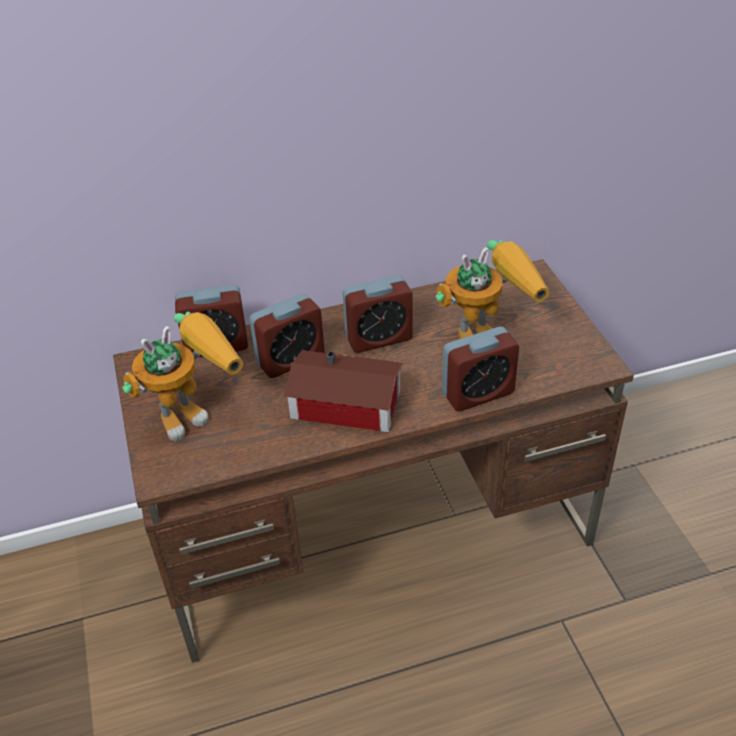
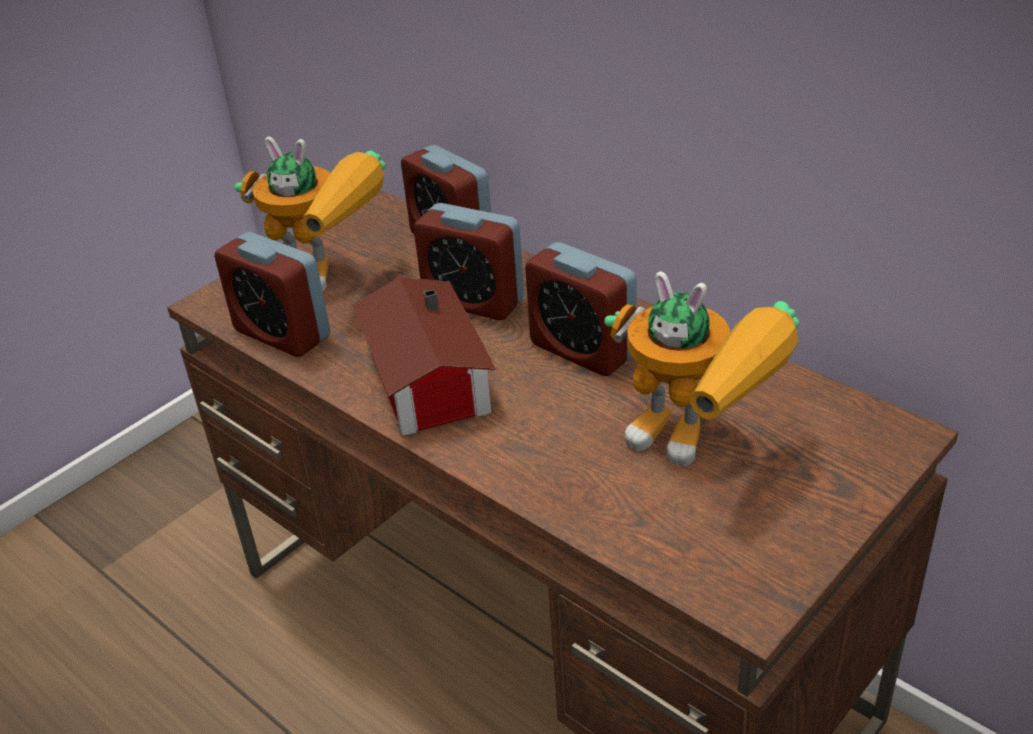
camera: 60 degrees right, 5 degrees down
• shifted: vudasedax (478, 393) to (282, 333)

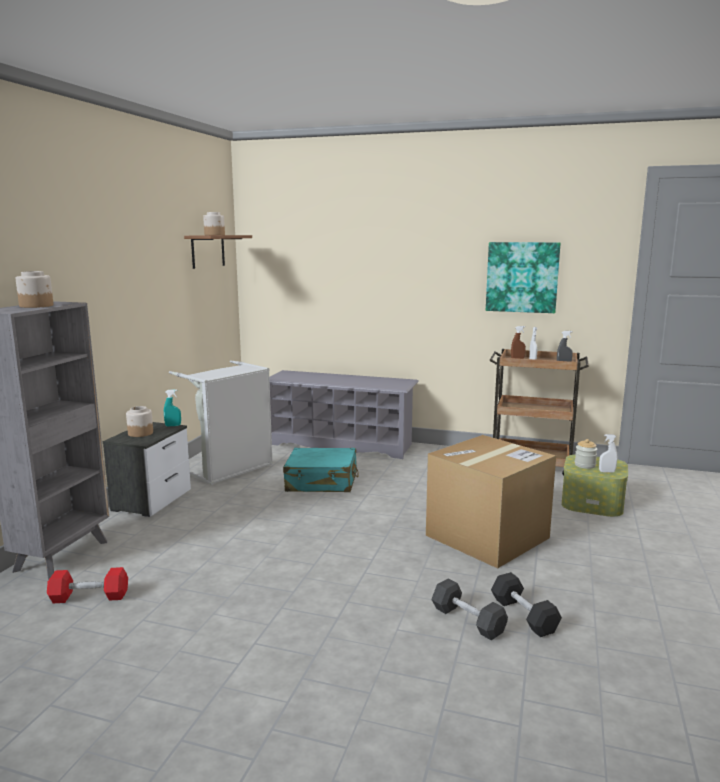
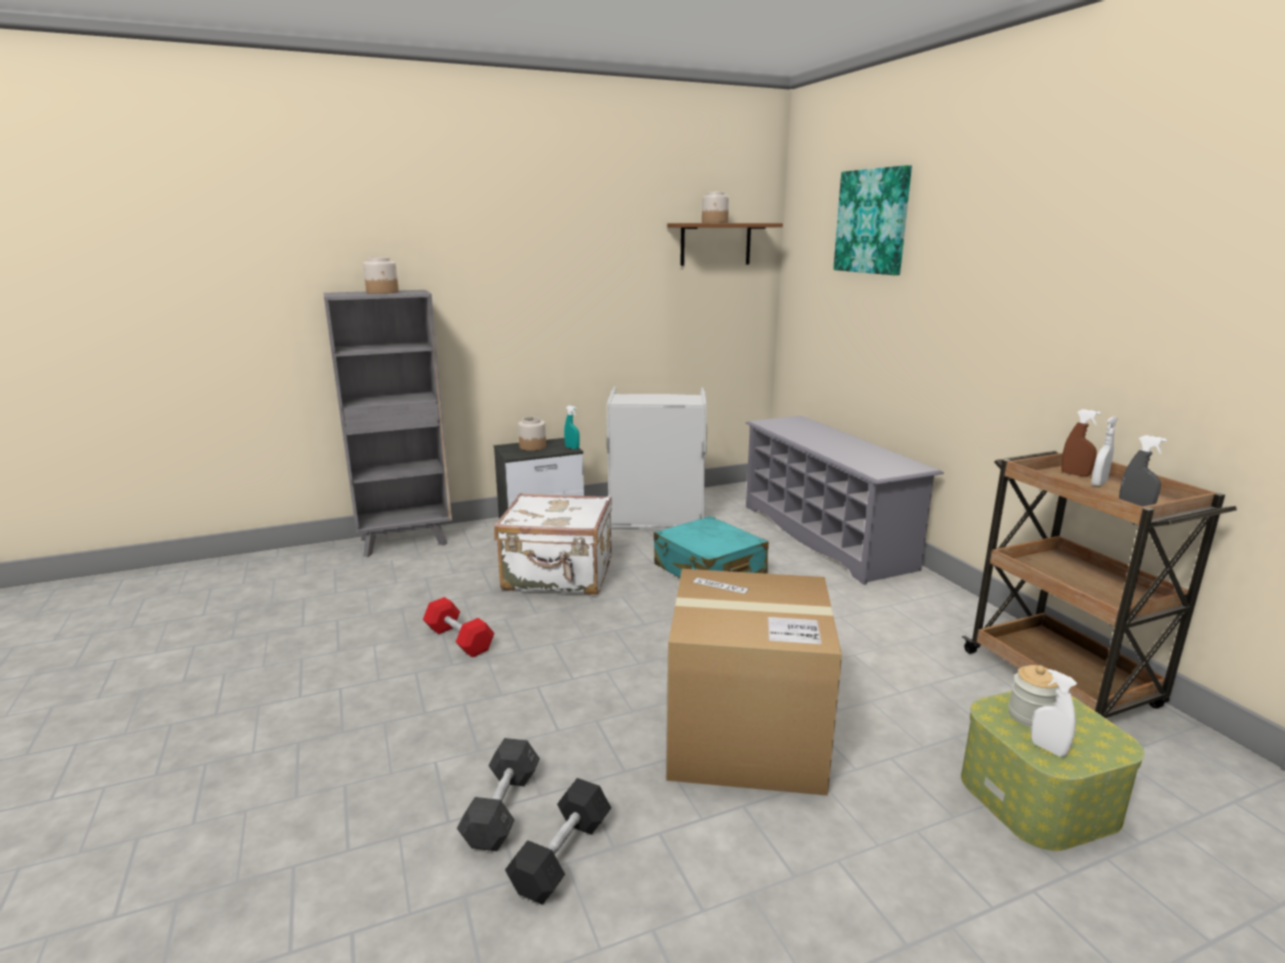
camera: 50 degrees right, 5 degrees up
• new: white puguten (558, 576)
• shifted: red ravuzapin (89, 597) to (459, 639)
• shifted: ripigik (522, 277) to (872, 221)

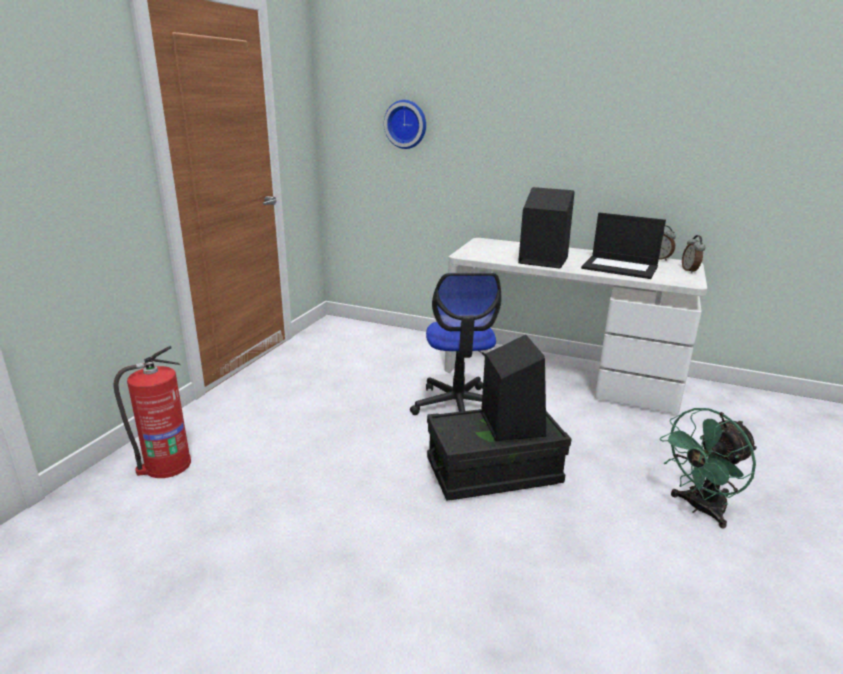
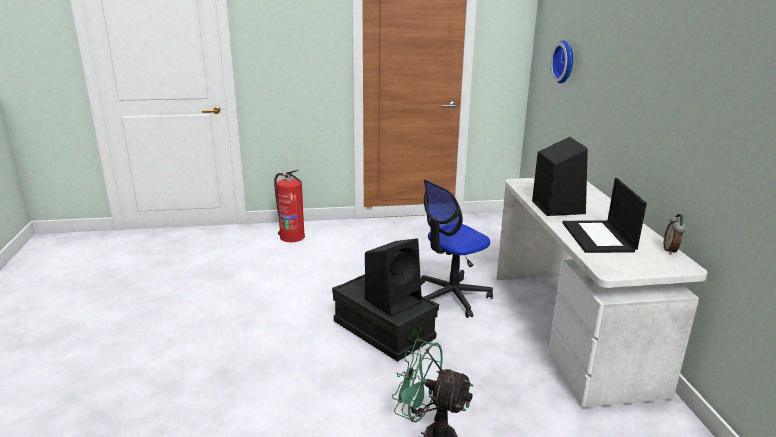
camera: 60 degrees right, 0 degrees up
• gone: vudasedax (690, 270)

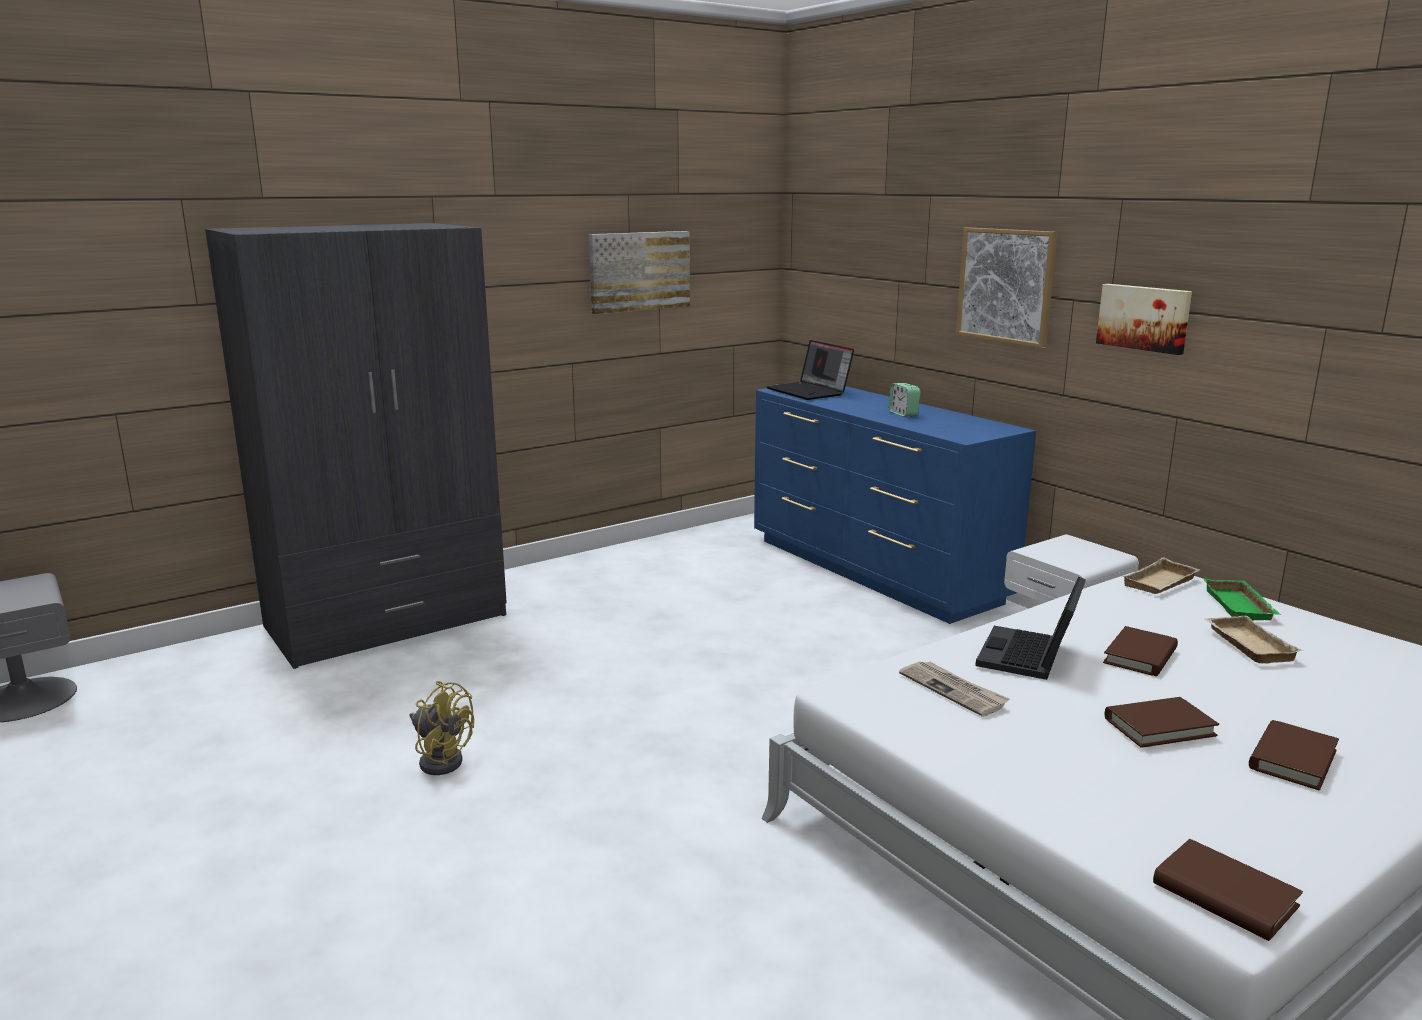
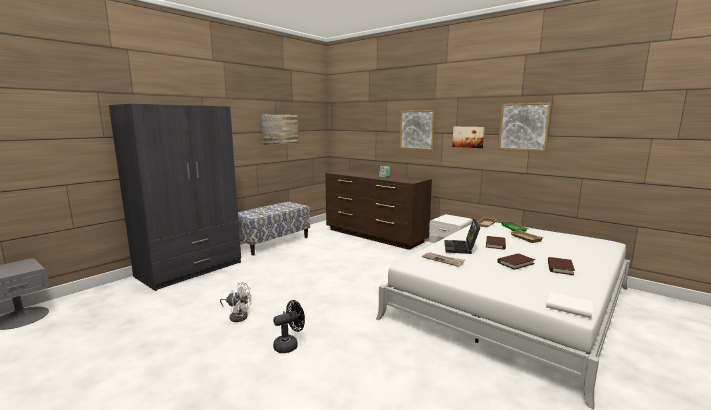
camera: 15 degrees left, 5 degrees down
• gone: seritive (810, 392)
• new: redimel (272, 242)
• new: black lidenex (289, 345)
• new: ripigik (524, 126)
• repainted: yellow lidenex (441, 759) to white lidenex (237, 316)
• repainted: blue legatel (875, 571) to brown legatel (375, 235)
• repainted: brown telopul (1224, 895) to white telopul (569, 307)

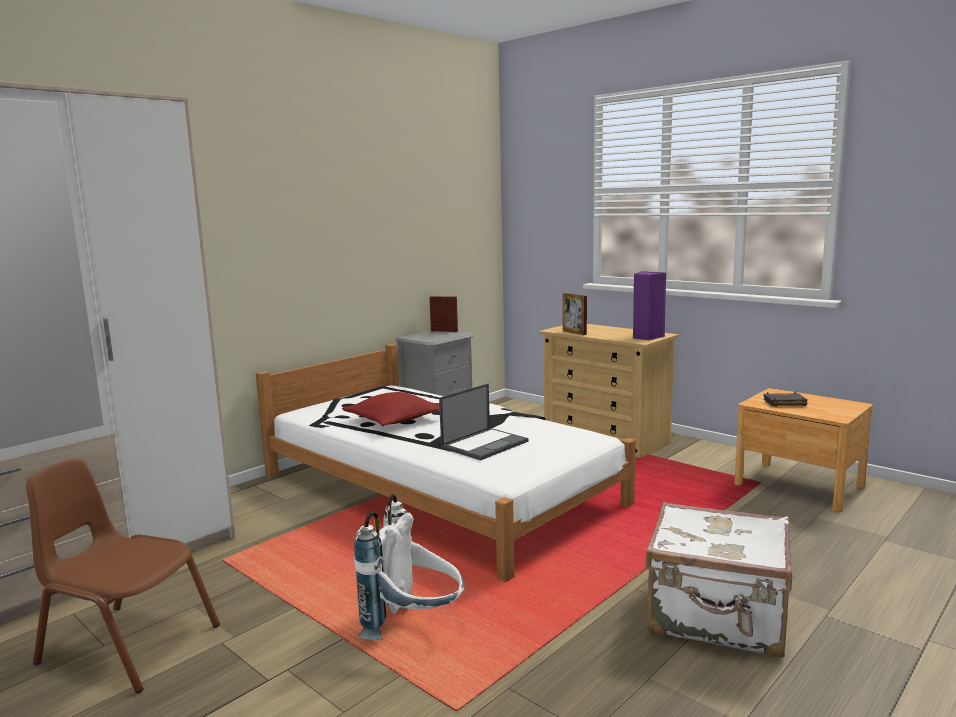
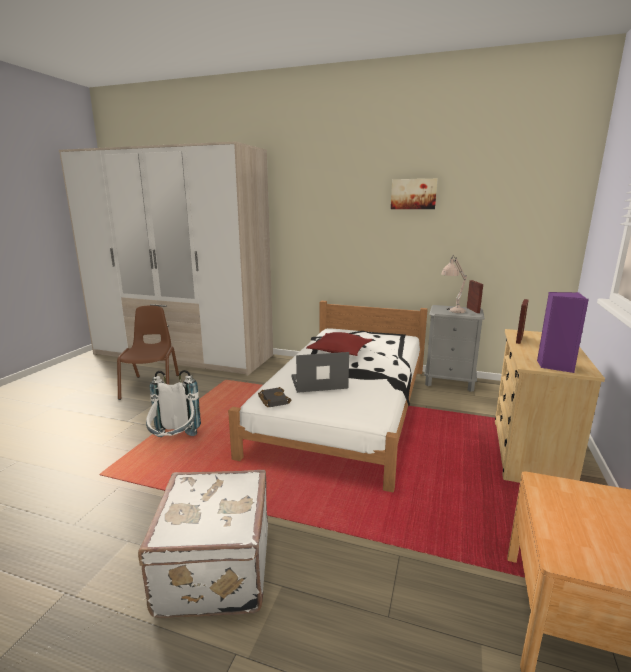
camera: 65 degrees right, 5 degrees up
• new: ripigik (413, 194)
• new: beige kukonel (451, 312)
• shifted: black telopul (784, 403) to (272, 400)
• rotated: seritive (485, 444) = (318, 382) 150 degrees clockwise

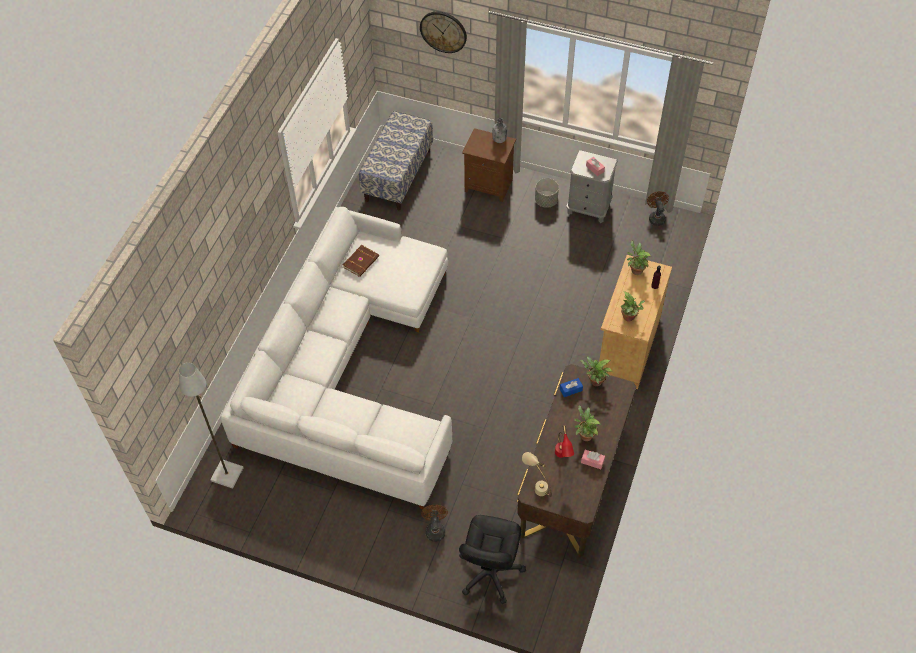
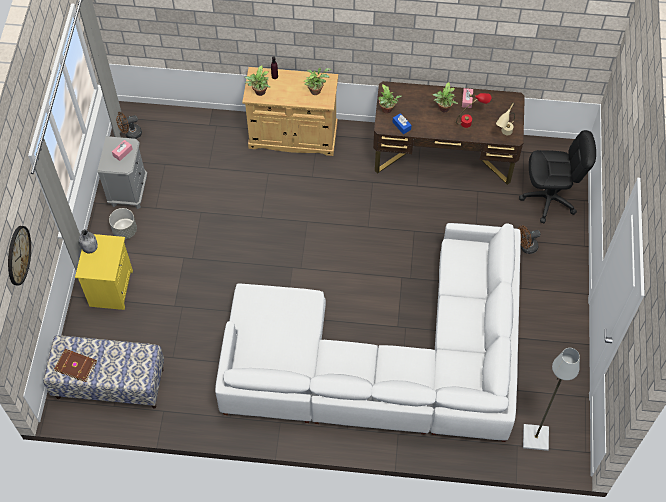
camera: 105 degrees left, 5 degrees up
• shifted: brown telopul (361, 262) to (76, 365)
• repainted: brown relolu (489, 185) to yellow relolu (110, 287)

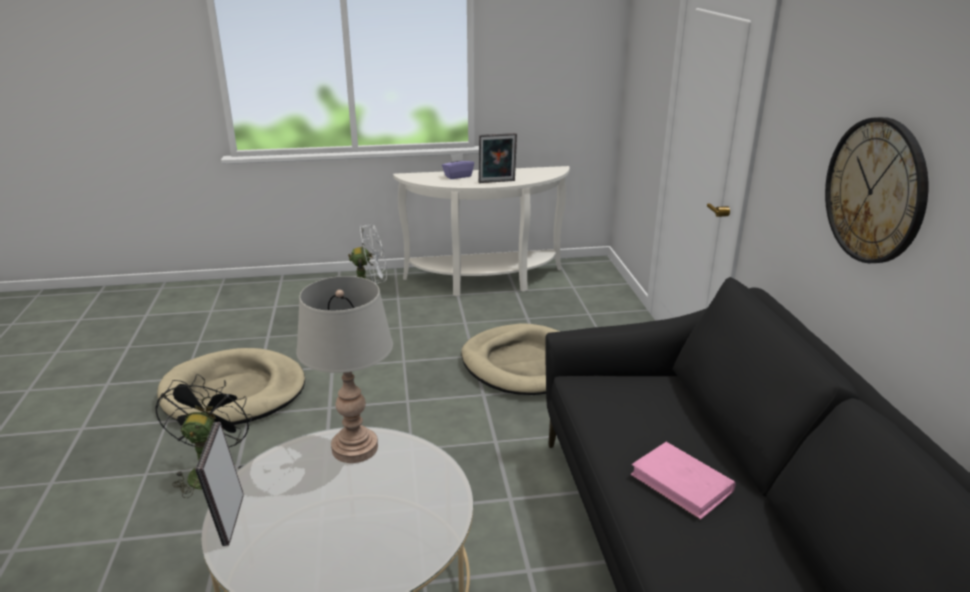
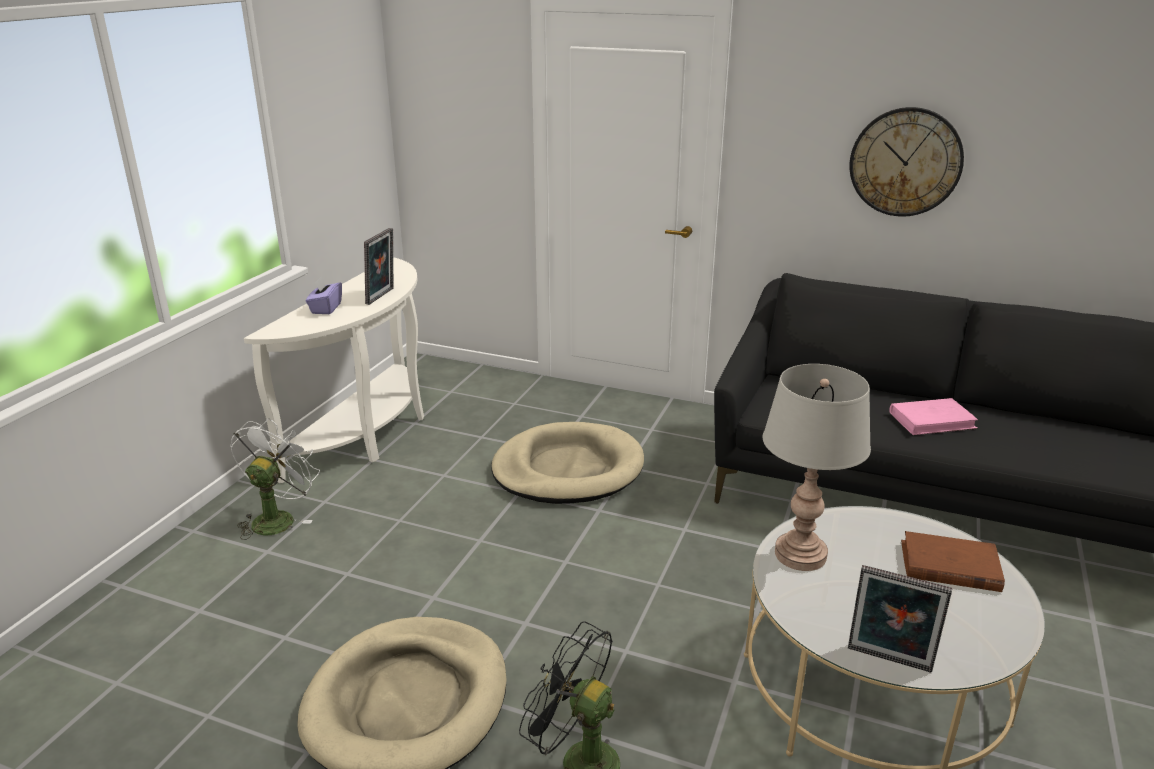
camera: 60 degrees left, 0 degrees up
• new: brown telopul (949, 566)

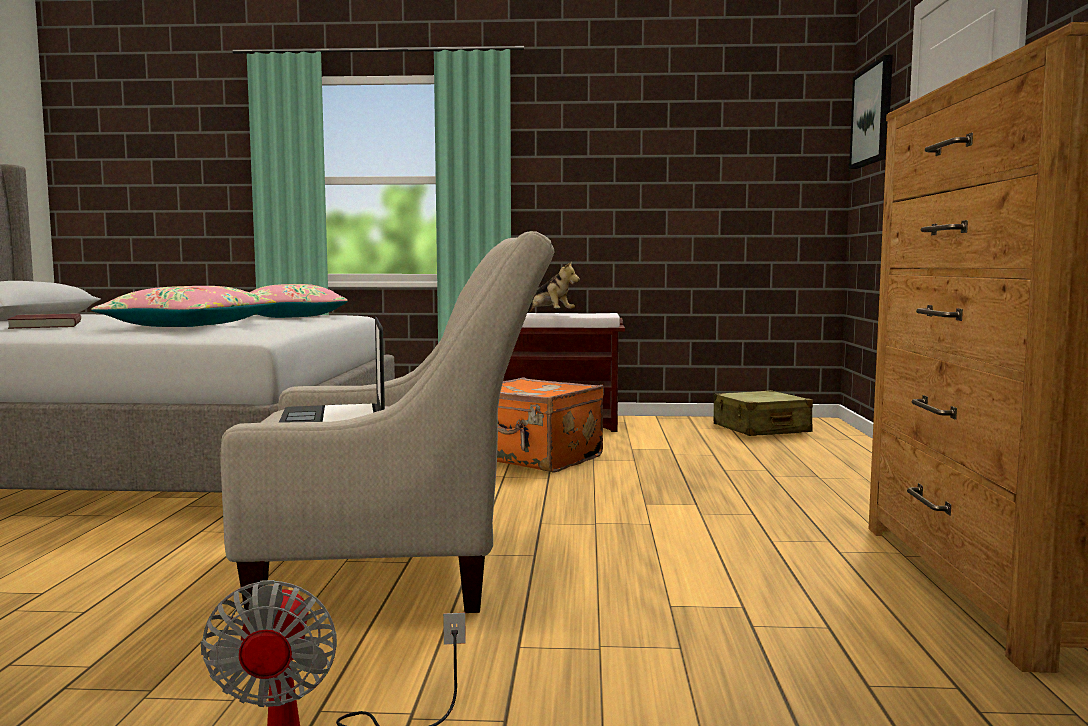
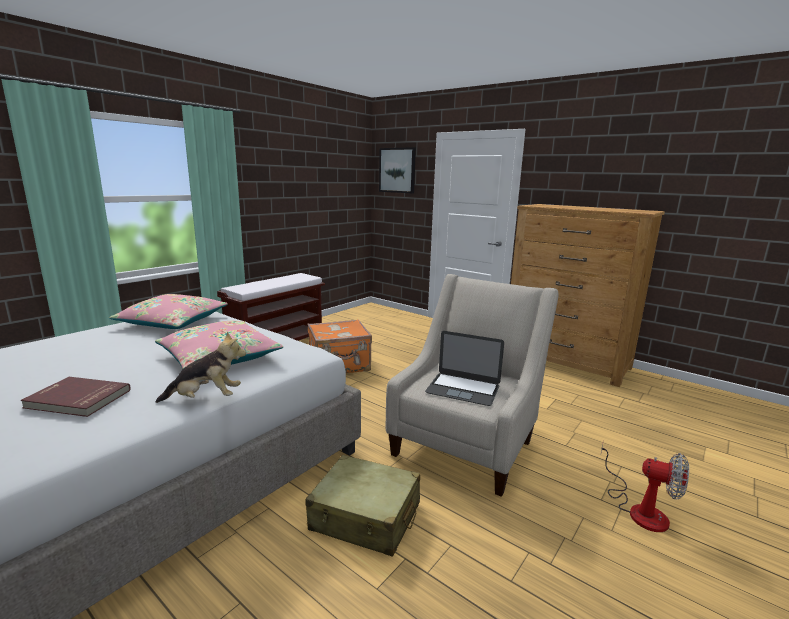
camera: 55 degrees left, 10 degrees up
• shifted: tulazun (550, 315) to (206, 398)
• shifted: beige puguten (760, 429) to (365, 517)

